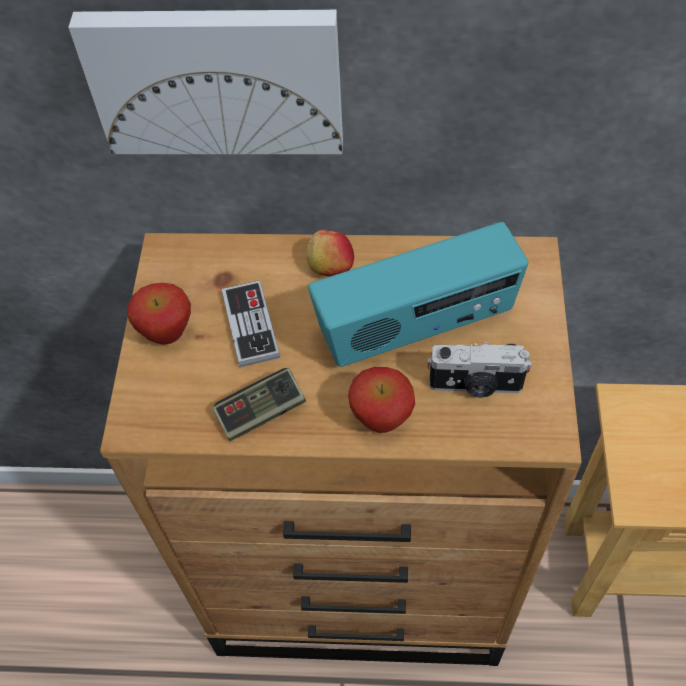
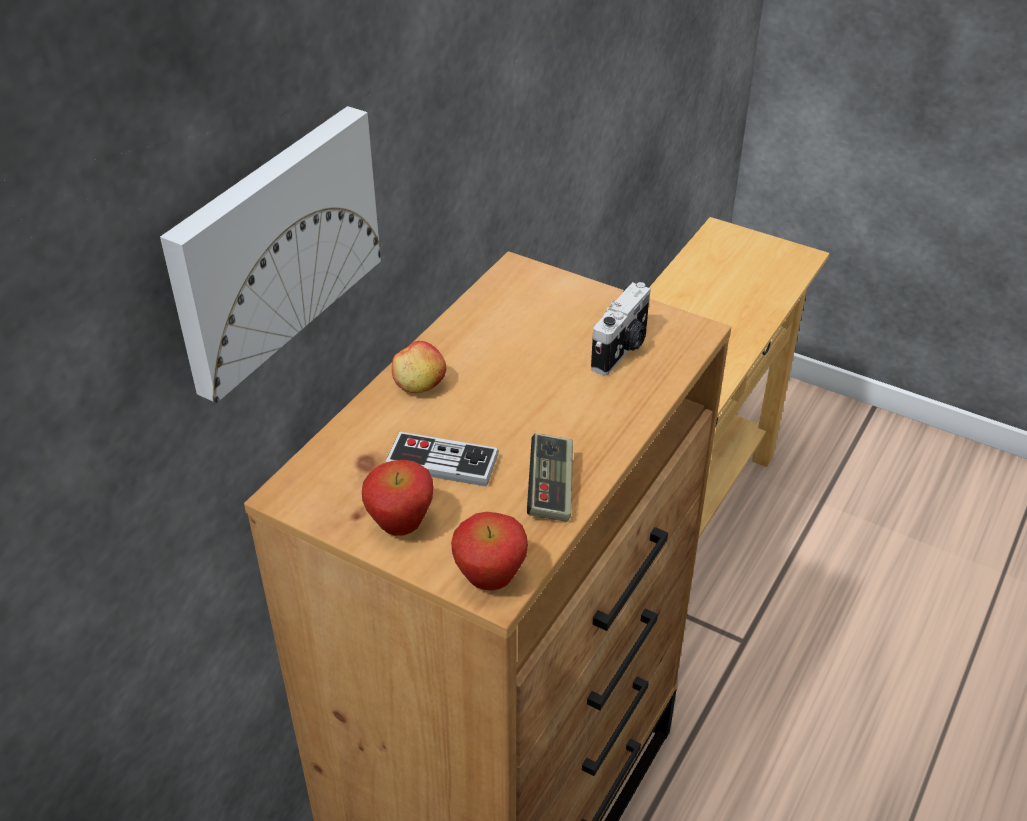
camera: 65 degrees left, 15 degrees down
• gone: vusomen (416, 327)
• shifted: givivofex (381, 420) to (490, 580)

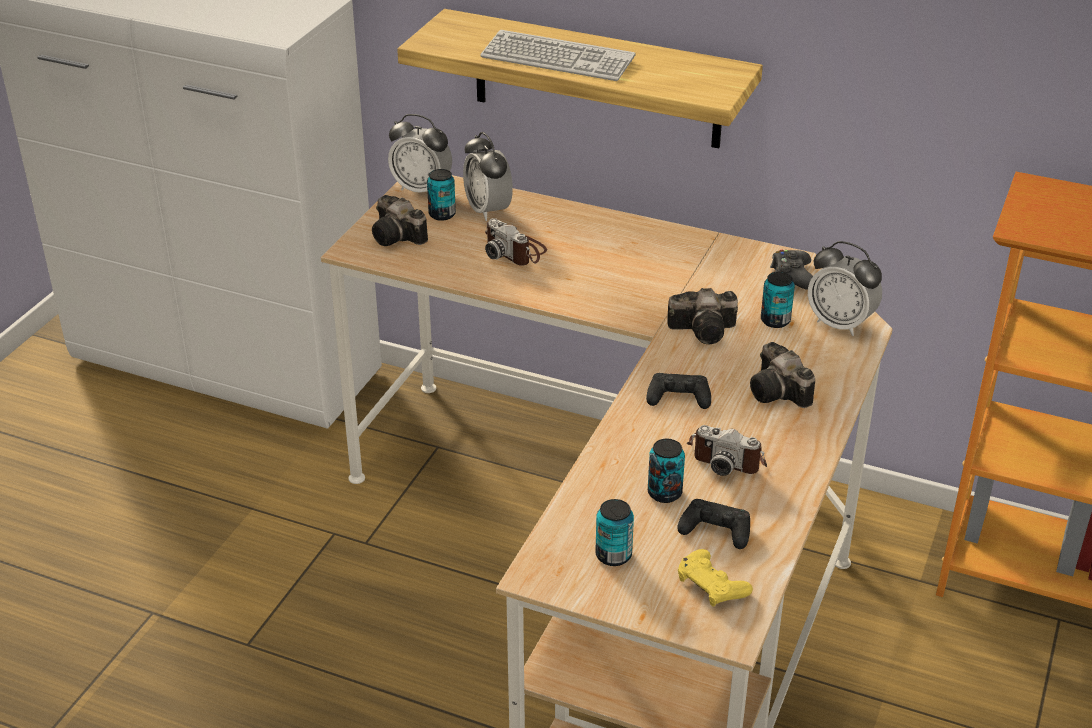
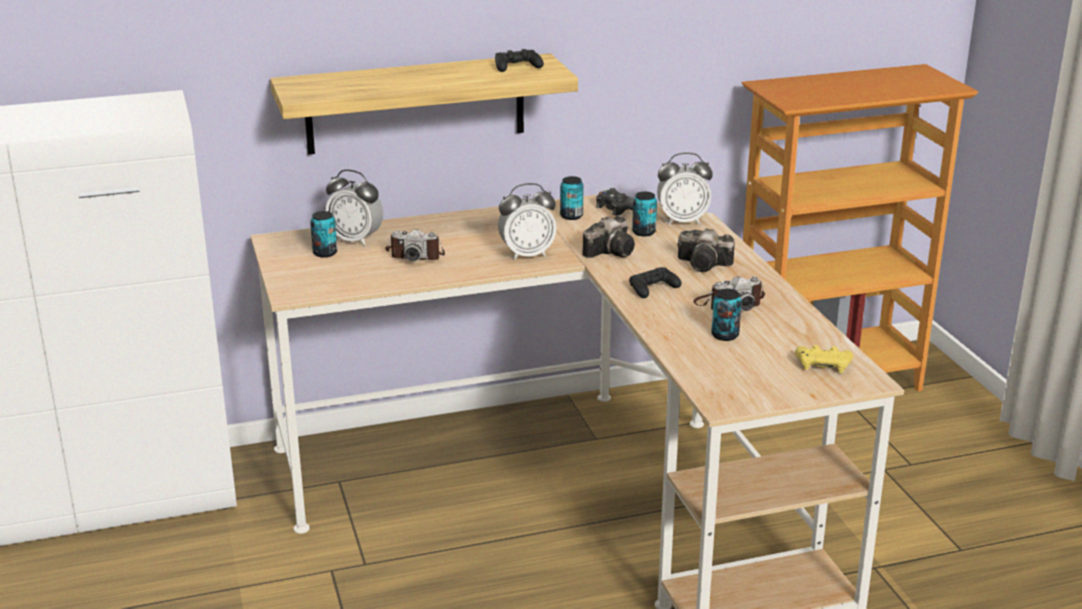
camera: 40 degrees left, 10 degrees down
• gone: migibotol (399, 237)
• gone: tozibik (557, 58)
• shifted: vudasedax (421, 189) to (527, 254)
• shifted: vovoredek (613, 555) to (571, 216)
• shifted: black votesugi (715, 530) to (517, 67)

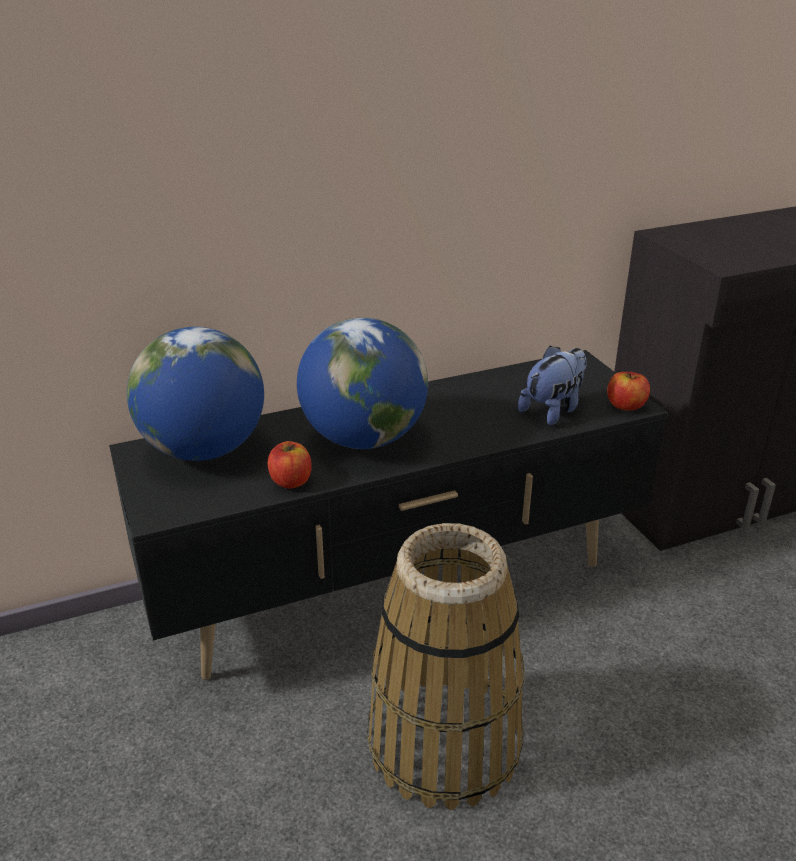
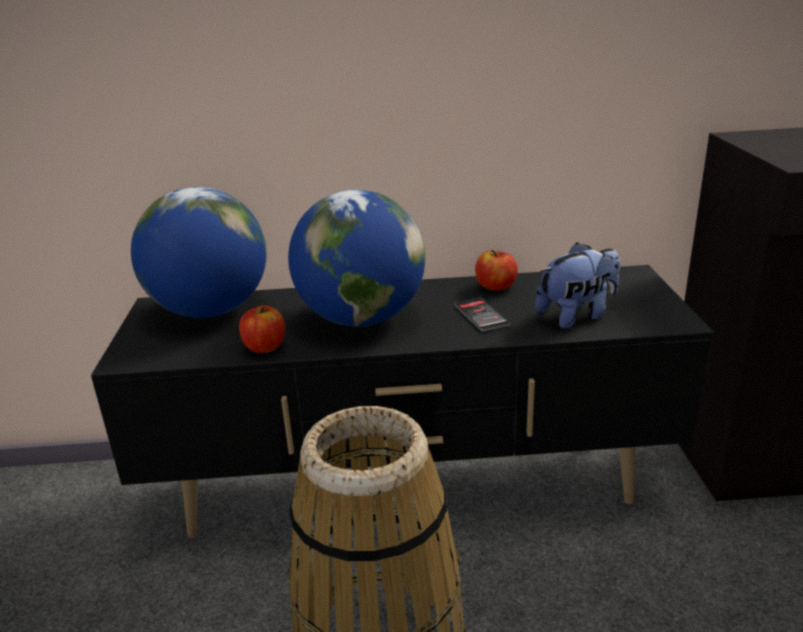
camera: 20 degrees right, 5 degrees down
• new: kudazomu (481, 315)
• shifted: givivofex (625, 405) to (496, 286)

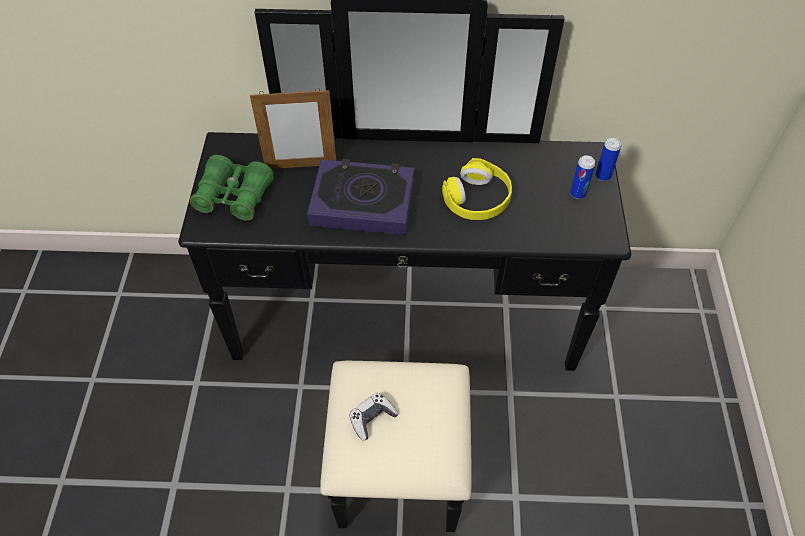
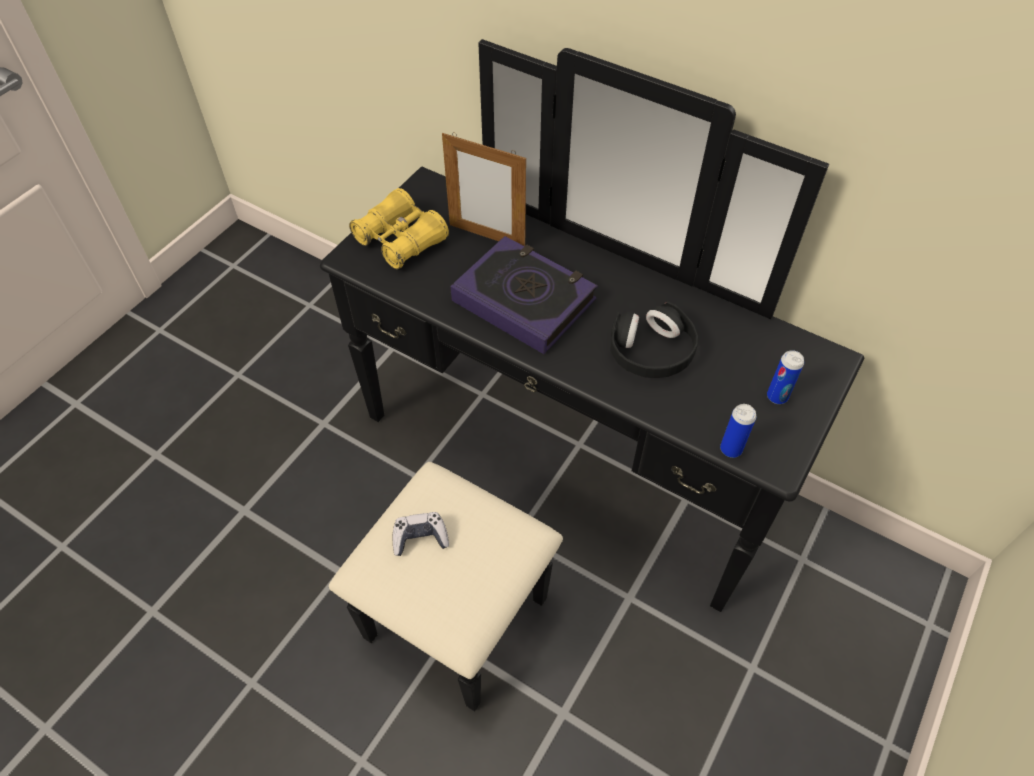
camera: 30 degrees right, 0 degrees up
• shifted: vovoredek (603, 176) to (731, 449)
• repainted: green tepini (234, 196) to yellow tepini (400, 240)
• repainted: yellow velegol (477, 199) to black velegol (651, 351)

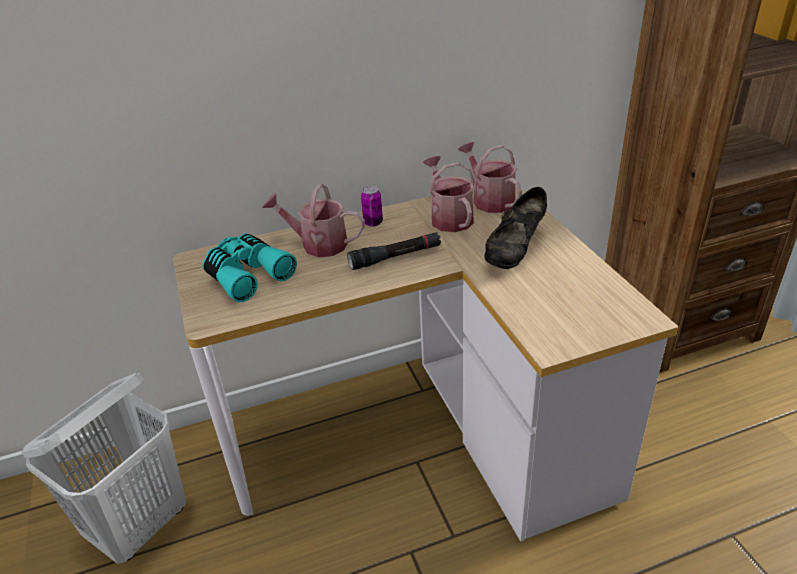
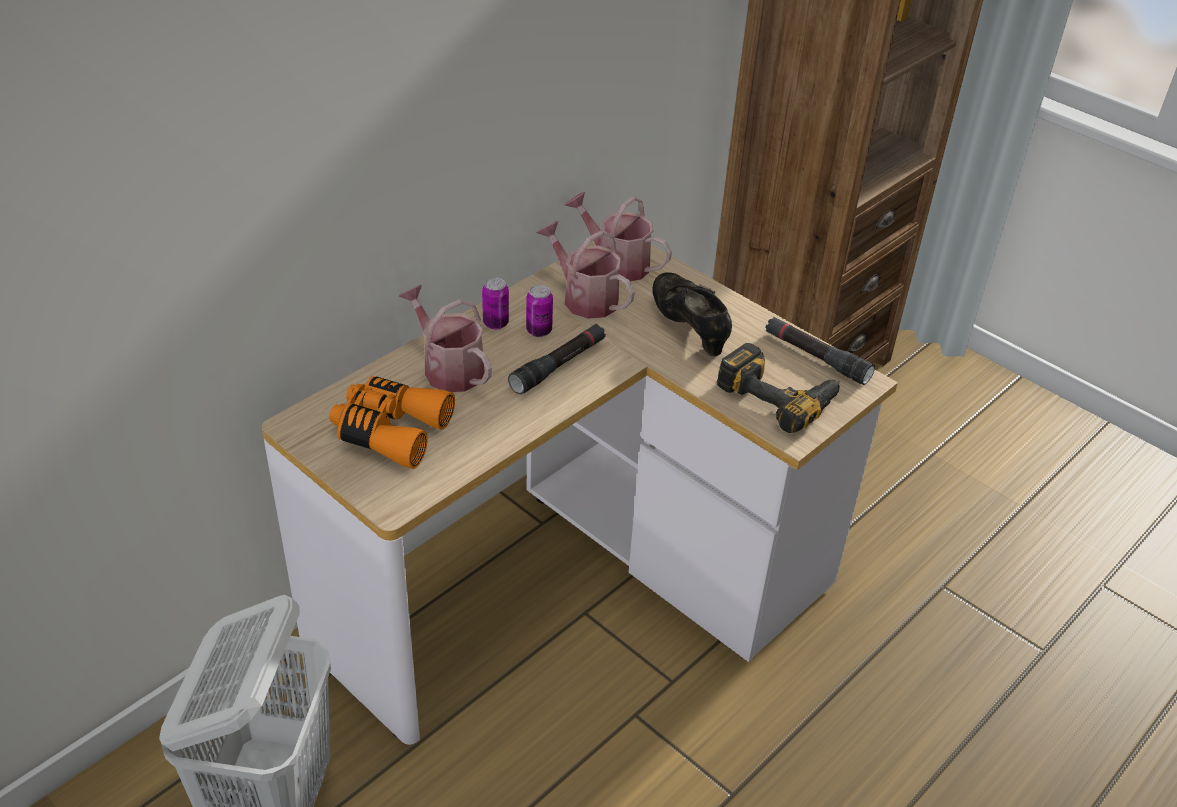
camera: 30 degrees left, 5 degrees up
• new: vovoredek (539, 331)
• new: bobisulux (779, 394)
• new: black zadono (816, 357)
• repainted: turquoise tepini (247, 275) to orange tepini (390, 431)
• rotated: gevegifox (318, 244) = (448, 368) 60 degrees clockwise
• rotated: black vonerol (514, 251) = (689, 329) 150 degrees clockwise

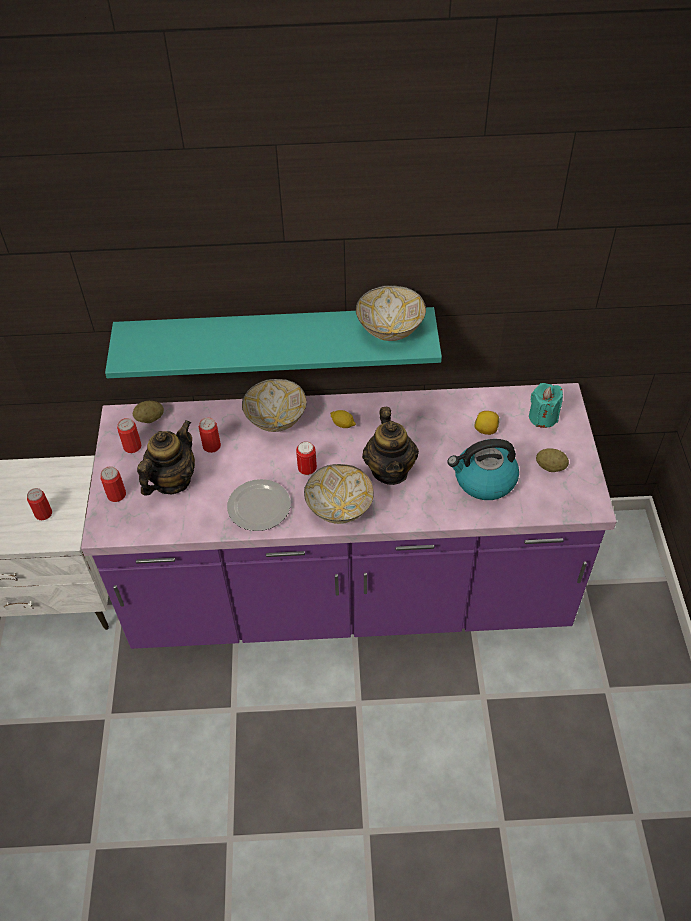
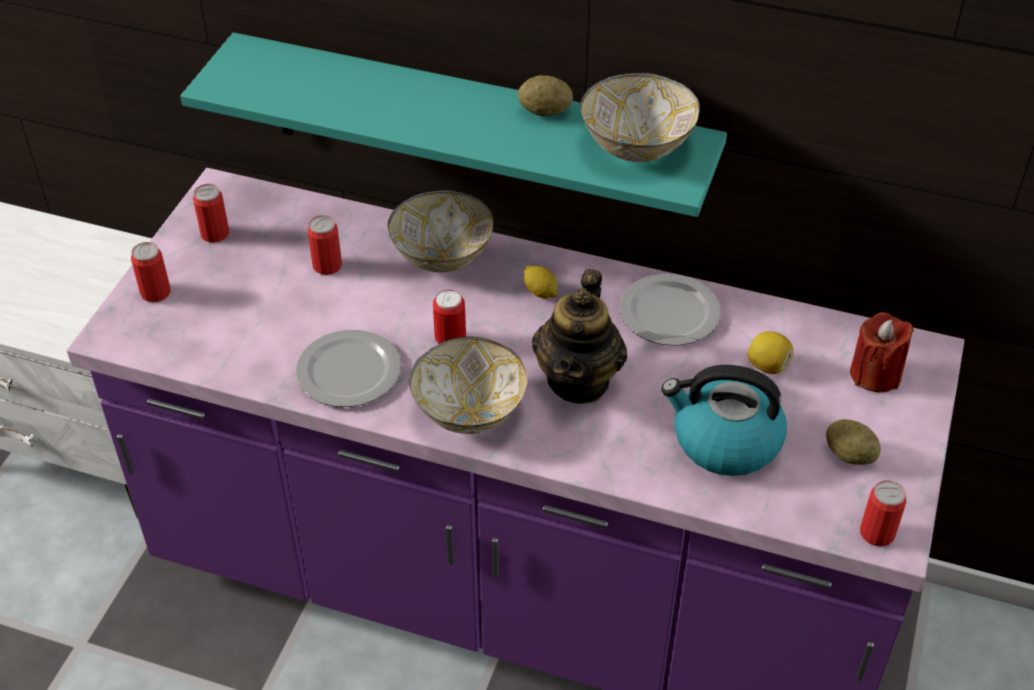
camera: 20 degrees right, 5 degrees down
• gone: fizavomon (172, 481)
• new: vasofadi (667, 314)
• shifted: vovoredek (43, 513) to (877, 533)
• shifted: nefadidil (150, 419) to (545, 112)
• repainted: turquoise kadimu (543, 417) to red kadimu (875, 374)

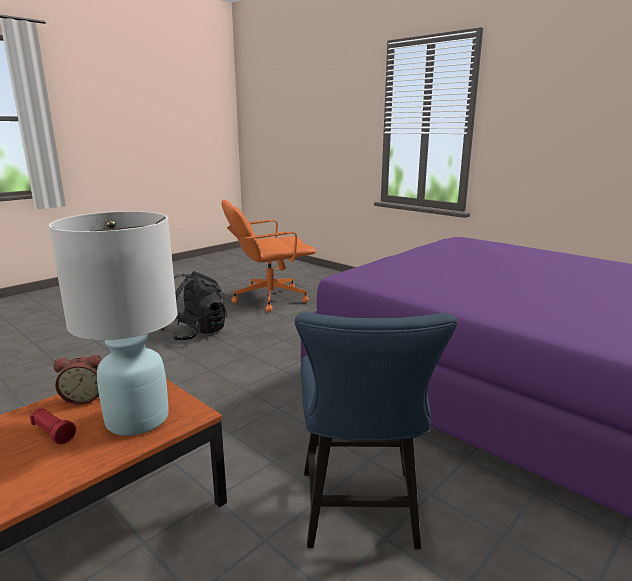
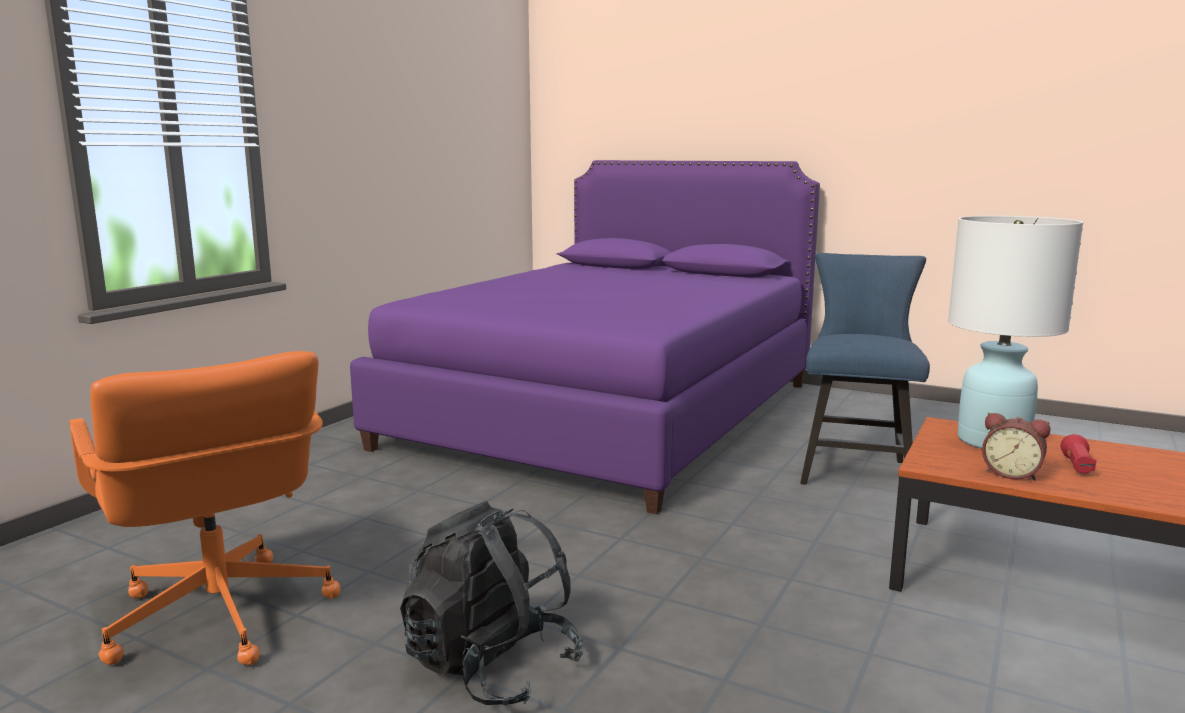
camera: 105 degrees left, 5 degrees down
• rotated: vudasedax (85, 397) = (1011, 473) 150 degrees clockwise
• rotated: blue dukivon (360, 515) = (855, 469) 60 degrees counterclockwise

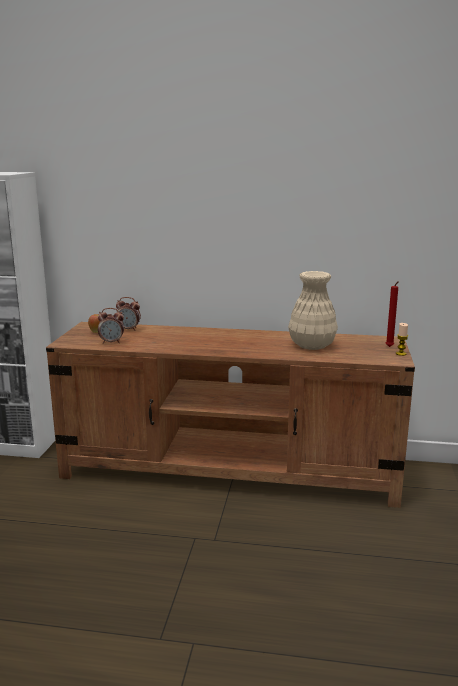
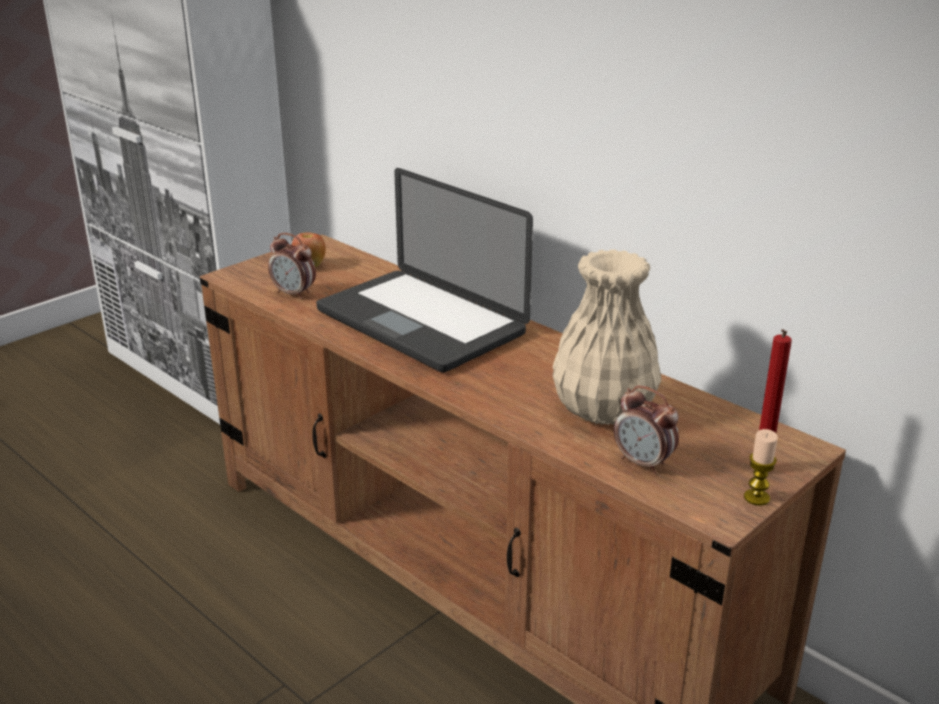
camera: 35 degrees right, 10 degrees up
• new: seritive (420, 322)
• shifted: vudasedax (128, 329) to (643, 463)

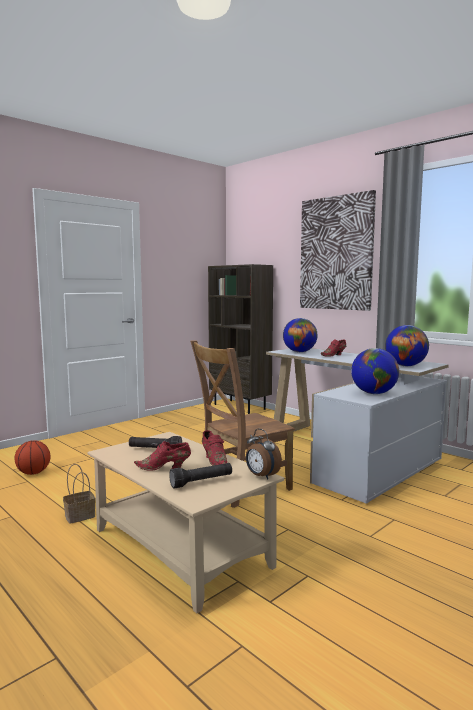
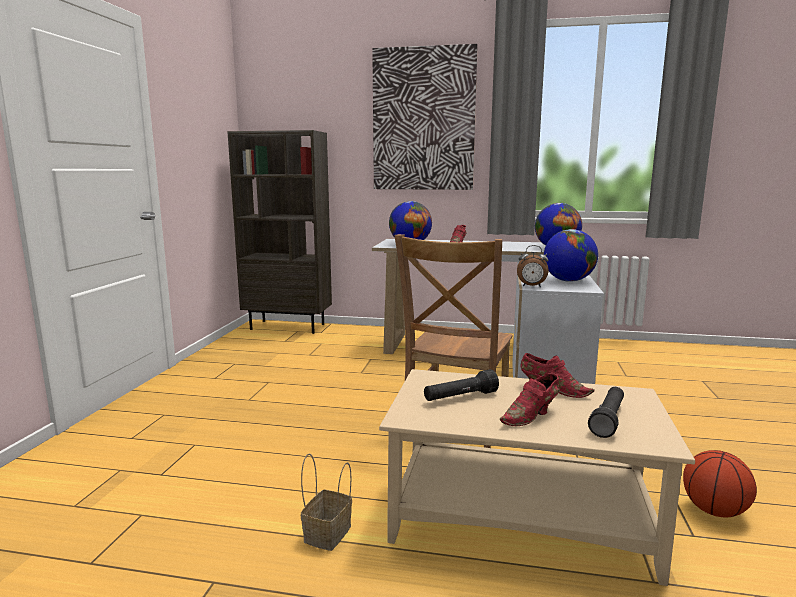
camera: 35 degrees left, 5 degrees up
• shifted: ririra (33, 473) to (714, 511)
• shifted: vudasedax (261, 476) to (531, 286)

